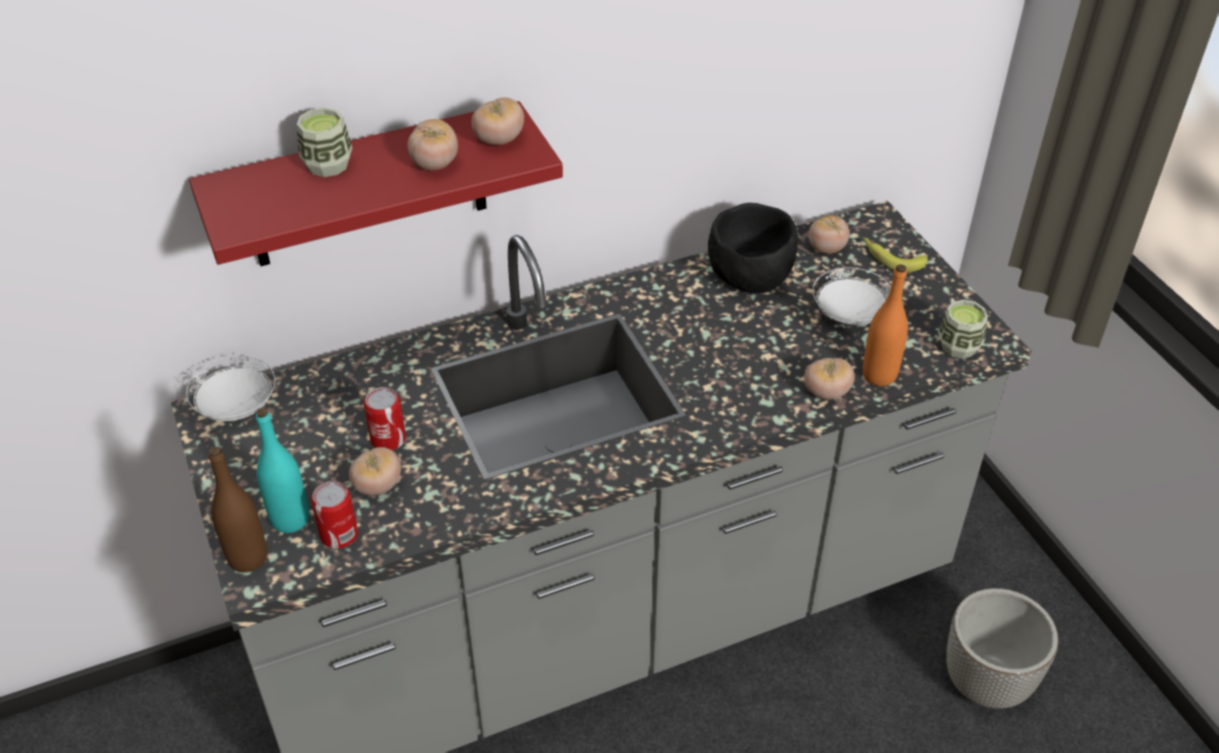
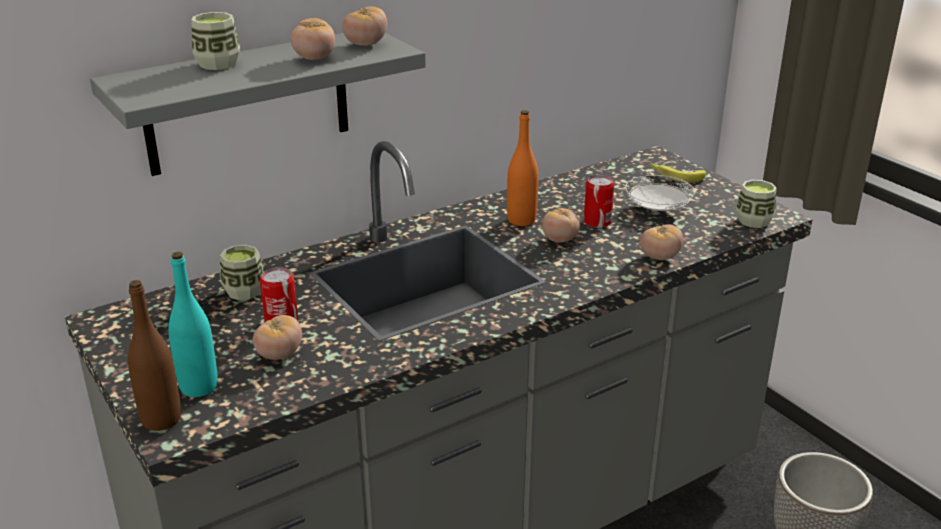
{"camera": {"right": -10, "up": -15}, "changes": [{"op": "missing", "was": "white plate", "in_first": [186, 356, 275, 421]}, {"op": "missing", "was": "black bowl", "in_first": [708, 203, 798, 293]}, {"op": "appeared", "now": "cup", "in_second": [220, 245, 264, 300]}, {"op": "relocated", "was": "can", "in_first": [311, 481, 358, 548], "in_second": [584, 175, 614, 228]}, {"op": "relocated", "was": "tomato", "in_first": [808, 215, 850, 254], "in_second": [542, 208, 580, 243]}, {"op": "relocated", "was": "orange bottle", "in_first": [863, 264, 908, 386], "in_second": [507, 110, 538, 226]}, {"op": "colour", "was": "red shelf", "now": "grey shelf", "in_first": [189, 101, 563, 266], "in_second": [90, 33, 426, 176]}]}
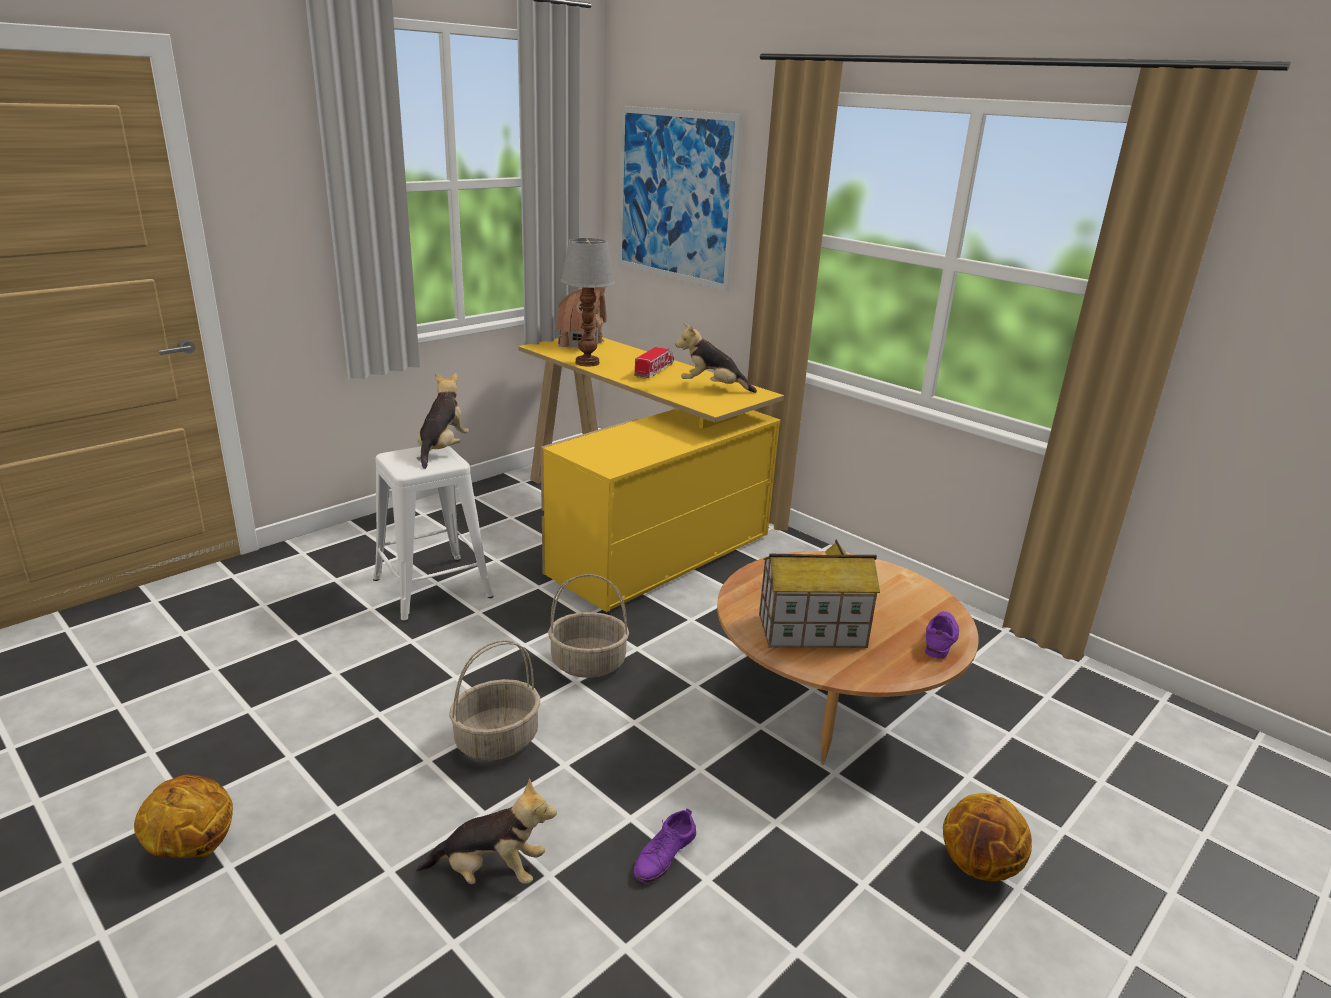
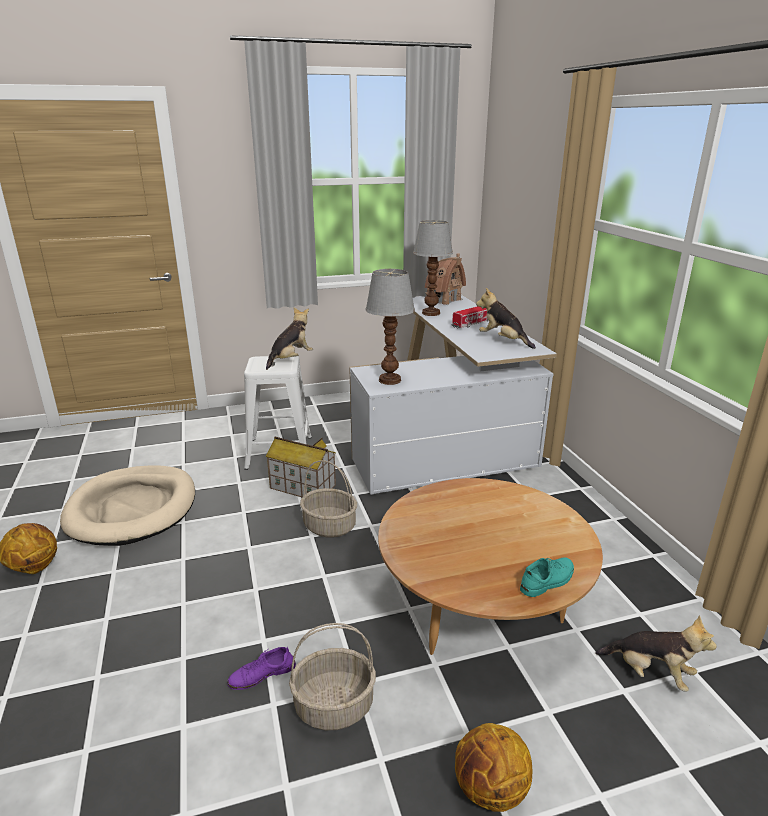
{"camera": {"right": 30, "up": 0}, "changes": [{"op": "missing", "was": "picture", "in_first": [618, 106, 743, 291]}, {"op": "appeared", "now": "beige dog bed", "in_second": [60, 465, 195, 546]}, {"op": "appeared", "now": "table lamp", "in_second": [365, 269, 415, 385]}, {"op": "relocated", "was": "plush toy", "in_first": [416, 779, 557, 884], "in_second": [595, 615, 717, 692]}, {"op": "relocated", "was": "basket", "in_first": [449, 640, 540, 761], "in_second": [289, 623, 376, 730]}, {"op": "relocated", "was": "toy house", "in_first": [759, 540, 880, 648], "in_second": [265, 437, 336, 497]}, {"op": "colour", "was": "yellow desk", "now": "white desk", "in_first": [519, 337, 784, 612], "in_second": [349, 295, 557, 495]}, {"op": "colour", "was": "purple shoe", "now": "turquoise shoe", "in_first": [925, 611, 959, 659], "in_second": [520, 557, 574, 597]}]}
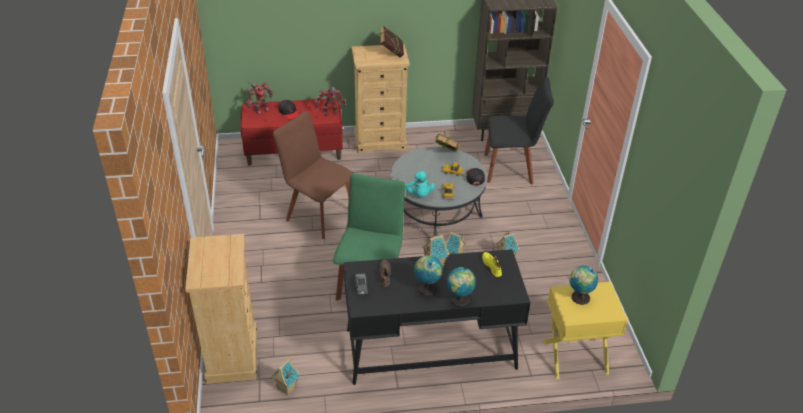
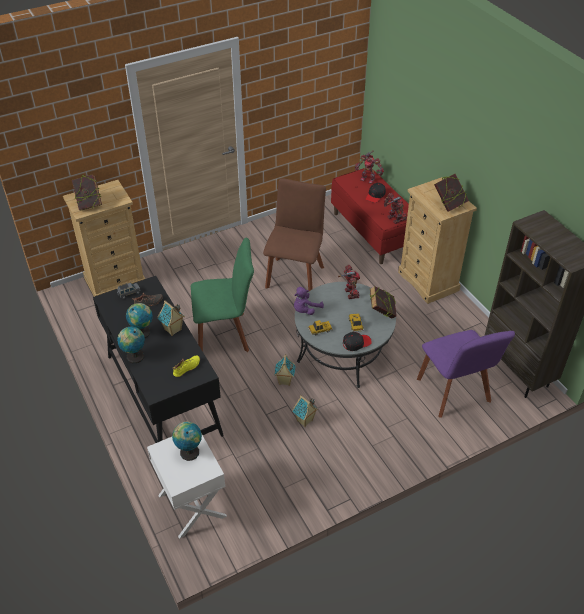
{"camera": {"right": 70, "up": 5}, "changes": [{"op": "missing", "was": "toy house", "in_first": [271, 359, 300, 396]}, {"op": "appeared", "now": "book", "in_second": [72, 174, 102, 210]}, {"op": "appeared", "now": "toy robot", "in_second": [338, 265, 360, 299]}, {"op": "colour", "was": "turquoise plush toy", "now": "purple plush toy", "in_first": [405, 171, 435, 197], "in_second": [294, 287, 324, 315]}, {"op": "colour", "was": "black chair", "now": "purple chair", "in_first": [484, 77, 554, 185], "in_second": [417, 330, 515, 418]}, {"op": "colour", "was": "yellow nightstand", "now": "white nightstand", "in_first": [543, 282, 628, 379], "in_second": [147, 435, 227, 539]}]}
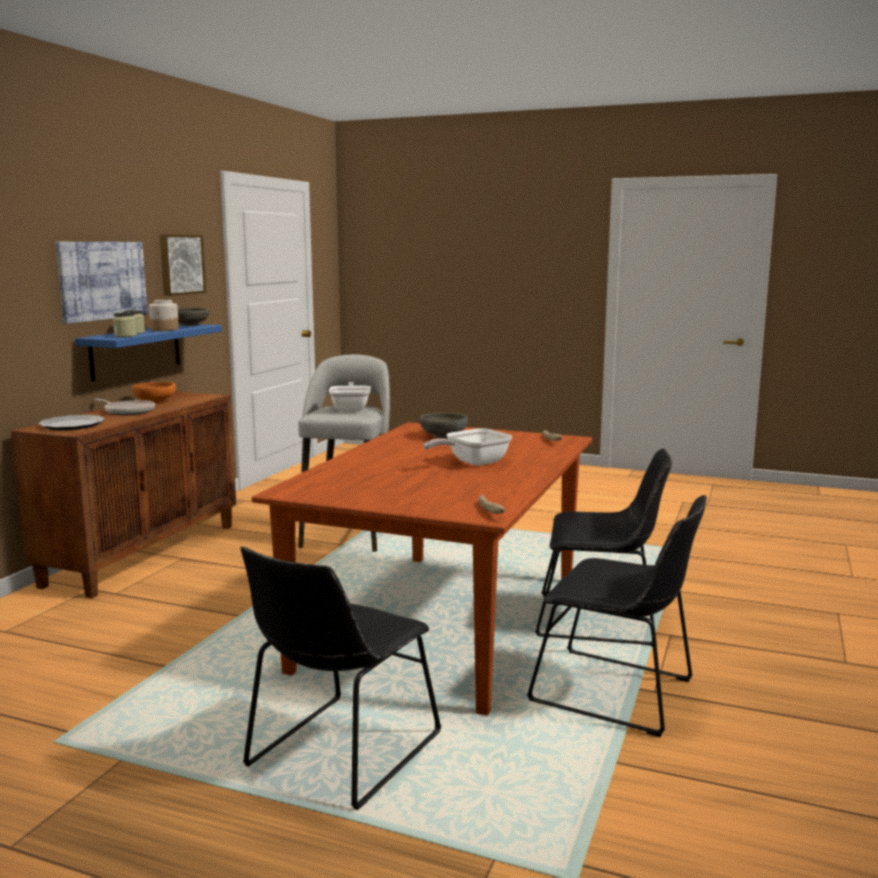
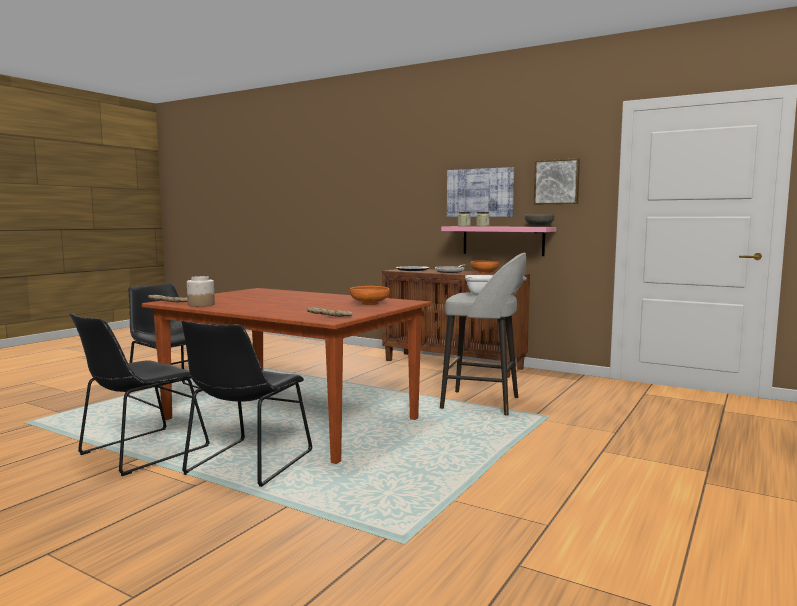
{"camera": {"right": 100, "up": -5}, "changes": [{"op": "missing", "was": "frying pan", "in_first": [423, 428, 512, 466]}, {"op": "relocated", "was": "jar", "in_first": [149, 300, 179, 331], "in_second": [187, 276, 215, 307]}, {"op": "colour", "was": "blue shelf", "now": "pink shelf", "in_first": [75, 324, 222, 382], "in_second": [441, 226, 556, 256]}, {"op": "colour", "was": "grey bowl", "now": "orange bowl", "in_first": [420, 413, 468, 438], "in_second": [350, 286, 390, 305]}]}
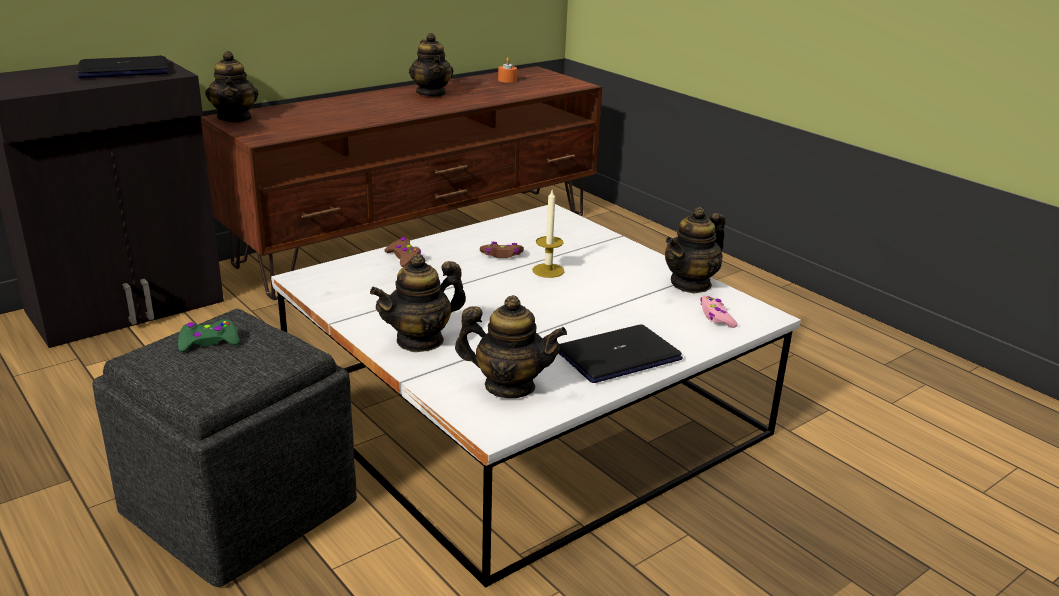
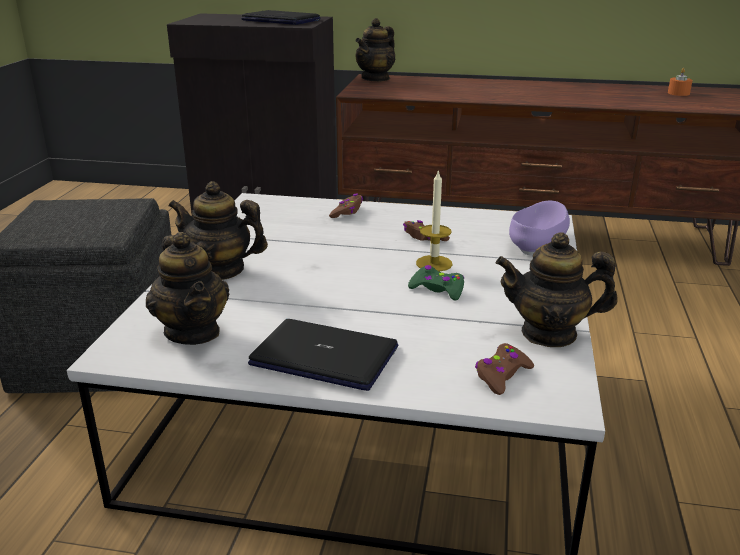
{"camera": {"right": 50, "up": 0}, "changes": [{"op": "missing", "was": "teapot", "in_first": [409, 33, 453, 97]}, {"op": "appeared", "now": "purple bowl", "in_second": [509, 201, 570, 255]}, {"op": "relocated", "was": "green game controller", "in_first": [178, 319, 239, 352], "in_second": [408, 265, 464, 301]}, {"op": "colour", "was": "pink game controller", "now": "brown game controller", "in_first": [700, 296, 738, 328], "in_second": [475, 343, 534, 395]}]}
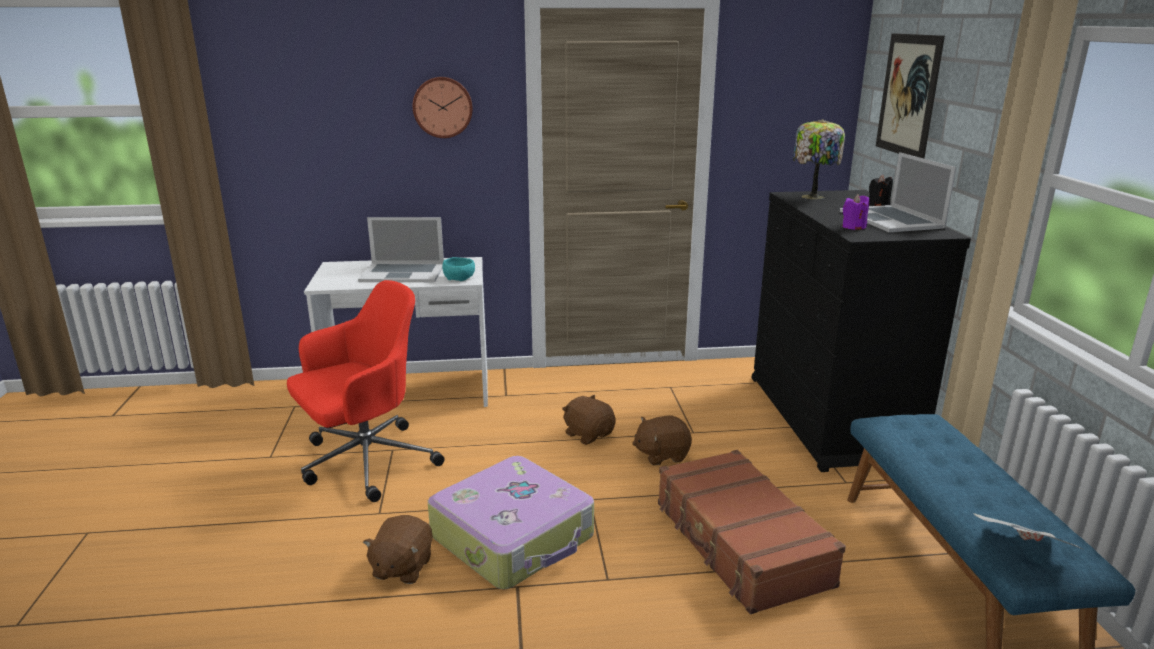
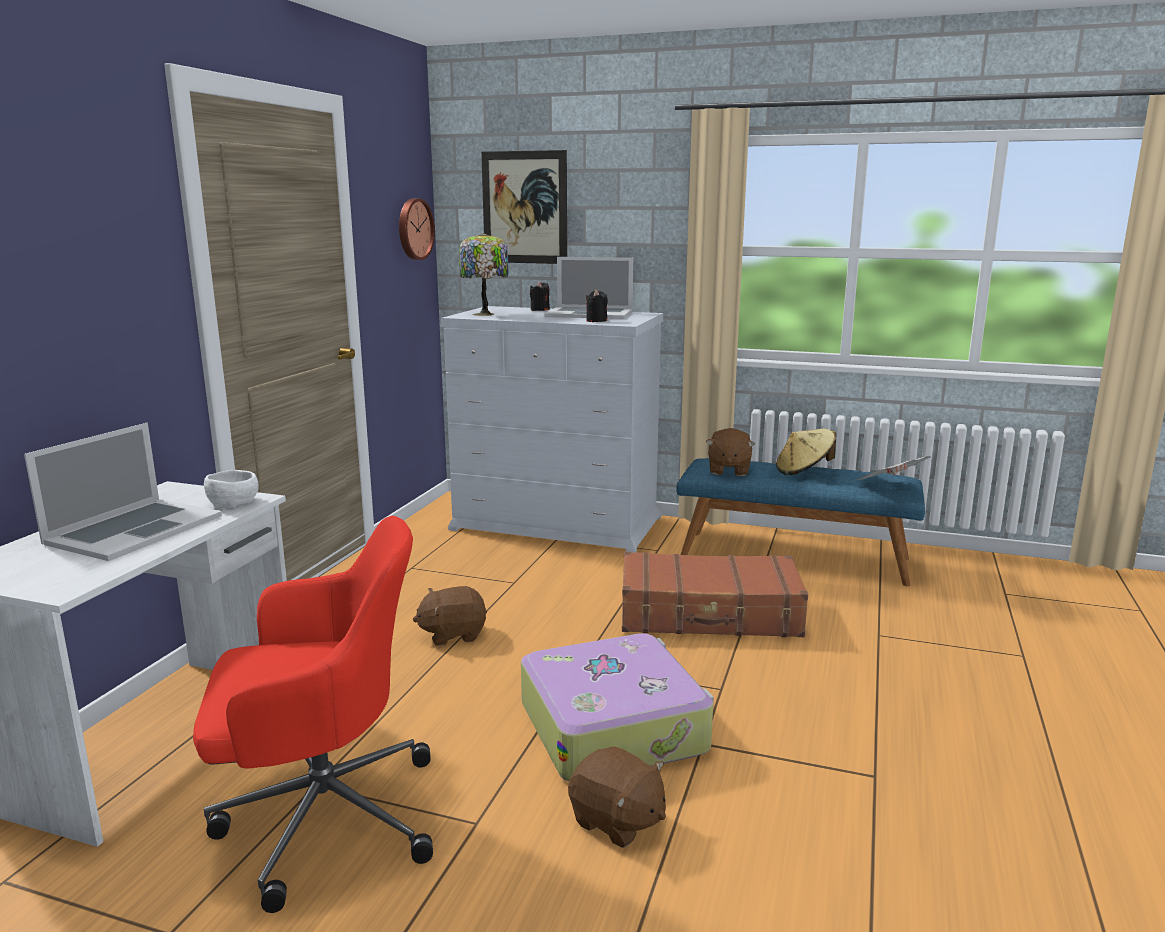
{"camera": {"right": -65, "up": -5}, "changes": [{"op": "appeared", "now": "beige hat", "in_second": [776, 429, 836, 475]}, {"op": "relocated", "was": "wall clock", "in_first": [413, 77, 473, 138], "in_second": [399, 198, 435, 260]}, {"op": "relocated", "was": "brown plush toy", "in_first": [632, 415, 692, 465], "in_second": [706, 428, 755, 476]}, {"op": "colour", "was": "turquoise bowl", "now": "white bowl", "in_first": [442, 257, 475, 281], "in_second": [204, 470, 258, 508]}, {"op": "colour", "was": "black dresser", "now": "white dresser", "in_first": [751, 190, 971, 472], "in_second": [441, 306, 663, 552]}, {"op": "colour", "was": "purple candle", "now": "black candle", "in_first": [842, 194, 869, 230], "in_second": [586, 289, 608, 322]}, {"op": "spun", "was": "red office chair", "in_first": [287, 280, 445, 502], "in_second": [193, 516, 433, 913], "clockwise": 90}]}
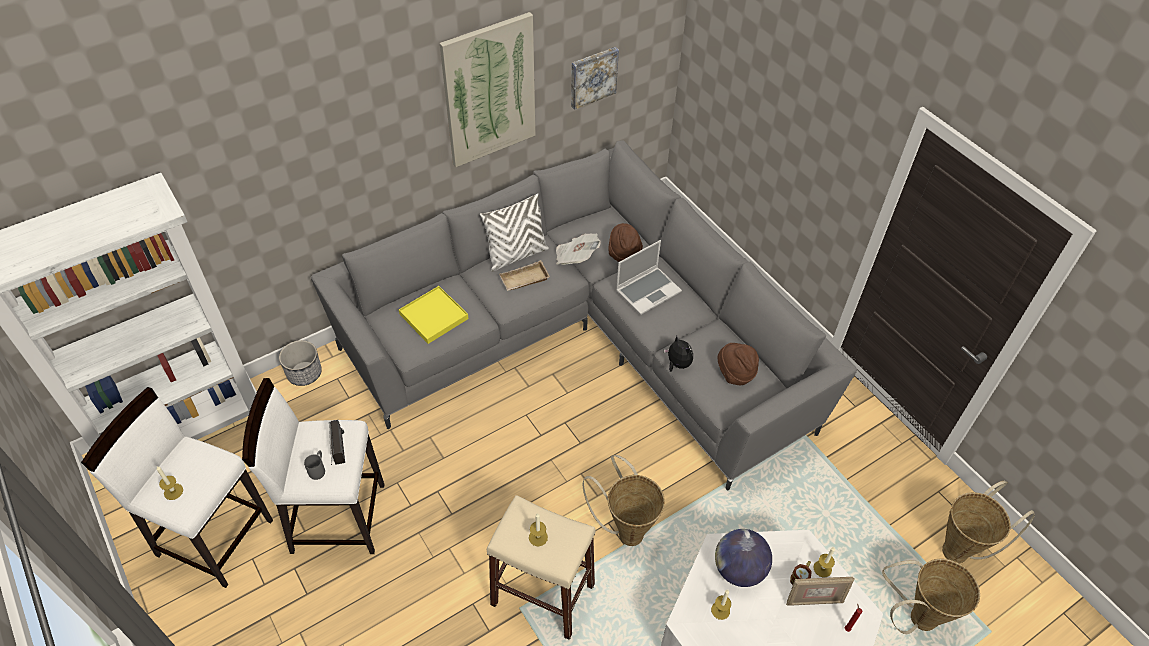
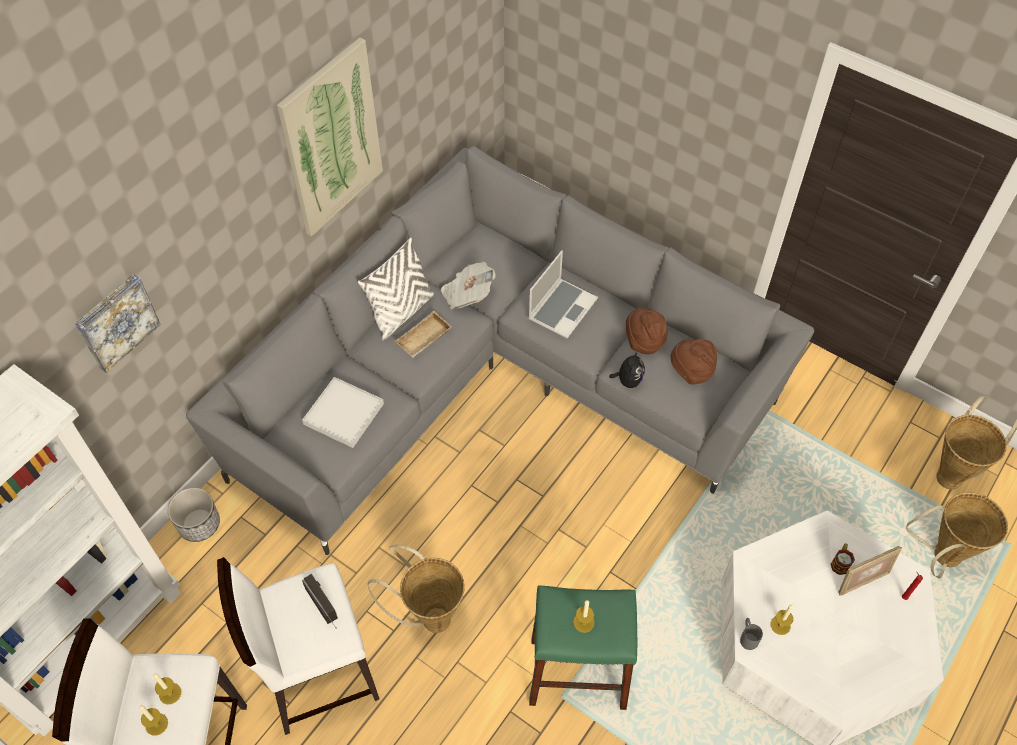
{"camera": {"right": -20, "up": 5}, "changes": [{"op": "missing", "was": "globe", "in_first": [715, 529, 772, 587]}, {"op": "relocated", "was": "grey mug", "in_first": [304, 451, 325, 480], "in_second": [740, 618, 763, 650]}, {"op": "relocated", "was": "picture", "in_first": [571, 47, 619, 110], "in_second": [75, 274, 161, 373]}, {"op": "relocated", "was": "basket", "in_first": [582, 455, 665, 546], "in_second": [368, 545, 465, 633]}, {"op": "relocated", "was": "brown hat", "in_first": [608, 223, 643, 262], "in_second": [626, 307, 668, 354]}, {"op": "relocated", "was": "candle", "in_first": [814, 547, 835, 578], "in_second": [153, 673, 181, 705]}, {"op": "colour", "was": "yellow tray", "now": "white tray", "in_first": [399, 286, 469, 344], "in_second": [302, 377, 384, 448]}, {"op": "colour", "was": "beige stool", "now": "green stool", "in_first": [487, 495, 596, 640], "in_second": [529, 585, 637, 710]}, {"op": "spun", "was": "plush toy", "in_first": [664, 336, 693, 372], "in_second": [609, 351, 645, 388], "clockwise": 75}]}
